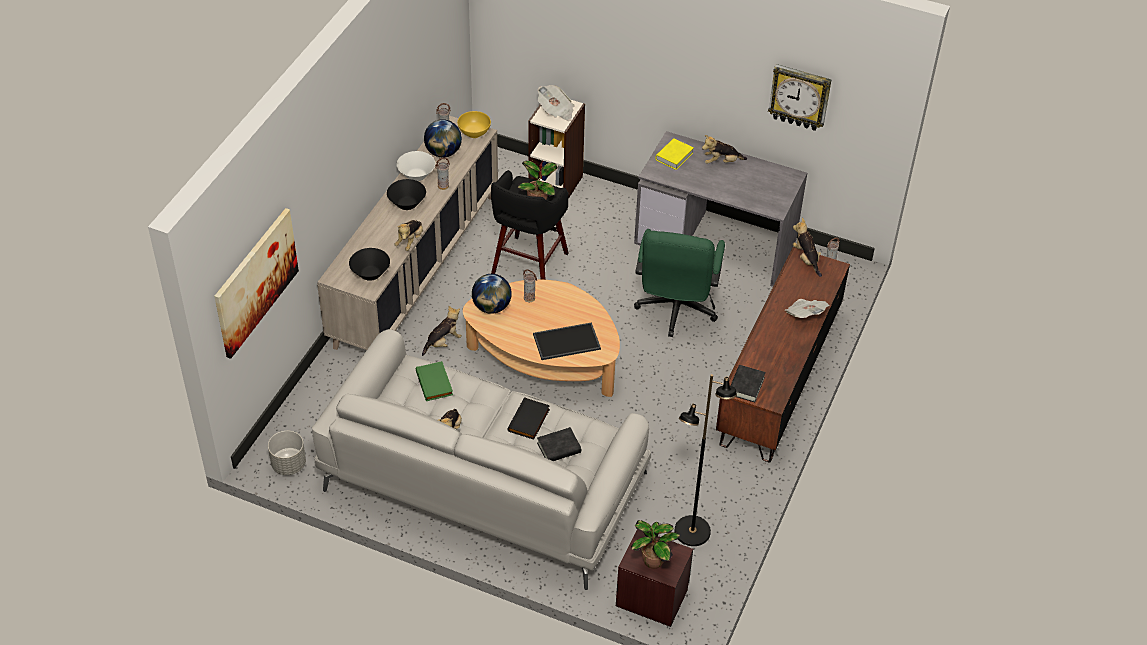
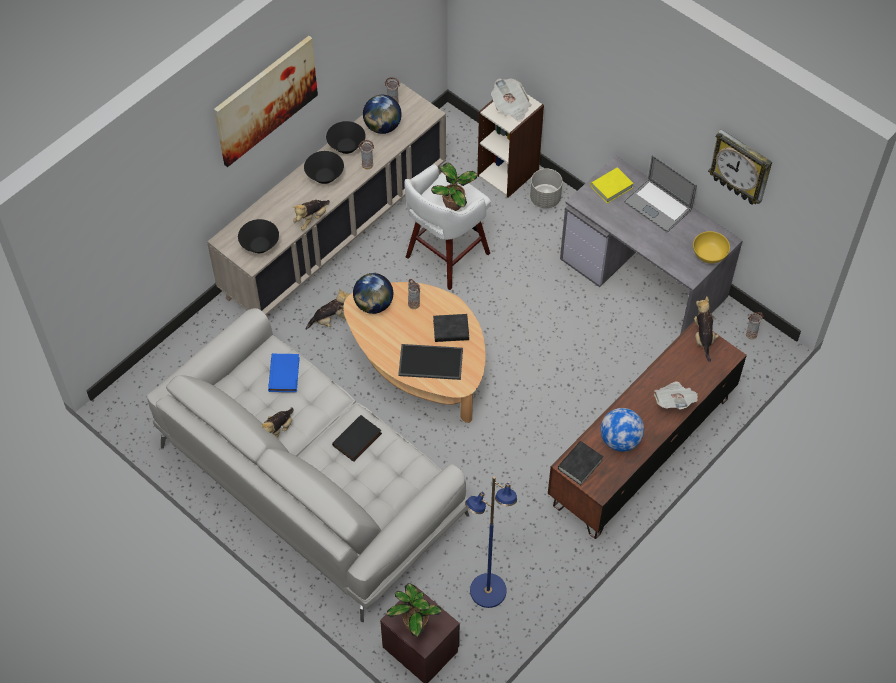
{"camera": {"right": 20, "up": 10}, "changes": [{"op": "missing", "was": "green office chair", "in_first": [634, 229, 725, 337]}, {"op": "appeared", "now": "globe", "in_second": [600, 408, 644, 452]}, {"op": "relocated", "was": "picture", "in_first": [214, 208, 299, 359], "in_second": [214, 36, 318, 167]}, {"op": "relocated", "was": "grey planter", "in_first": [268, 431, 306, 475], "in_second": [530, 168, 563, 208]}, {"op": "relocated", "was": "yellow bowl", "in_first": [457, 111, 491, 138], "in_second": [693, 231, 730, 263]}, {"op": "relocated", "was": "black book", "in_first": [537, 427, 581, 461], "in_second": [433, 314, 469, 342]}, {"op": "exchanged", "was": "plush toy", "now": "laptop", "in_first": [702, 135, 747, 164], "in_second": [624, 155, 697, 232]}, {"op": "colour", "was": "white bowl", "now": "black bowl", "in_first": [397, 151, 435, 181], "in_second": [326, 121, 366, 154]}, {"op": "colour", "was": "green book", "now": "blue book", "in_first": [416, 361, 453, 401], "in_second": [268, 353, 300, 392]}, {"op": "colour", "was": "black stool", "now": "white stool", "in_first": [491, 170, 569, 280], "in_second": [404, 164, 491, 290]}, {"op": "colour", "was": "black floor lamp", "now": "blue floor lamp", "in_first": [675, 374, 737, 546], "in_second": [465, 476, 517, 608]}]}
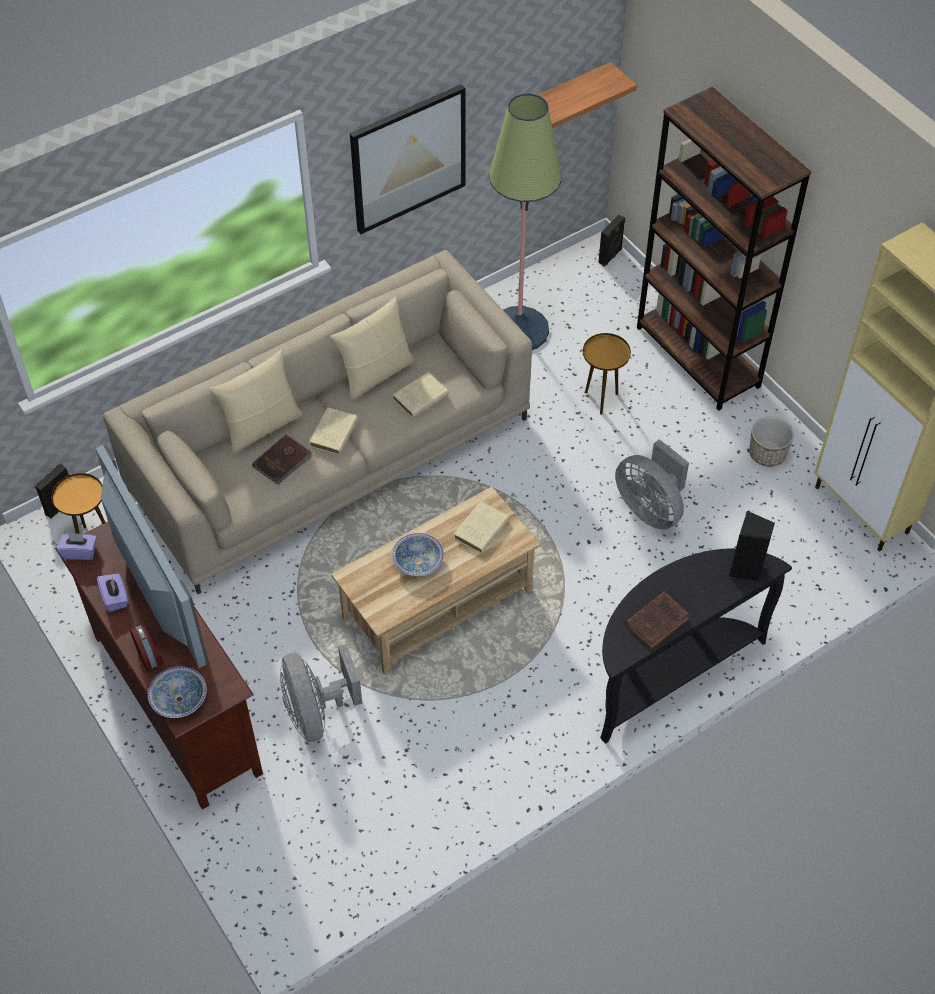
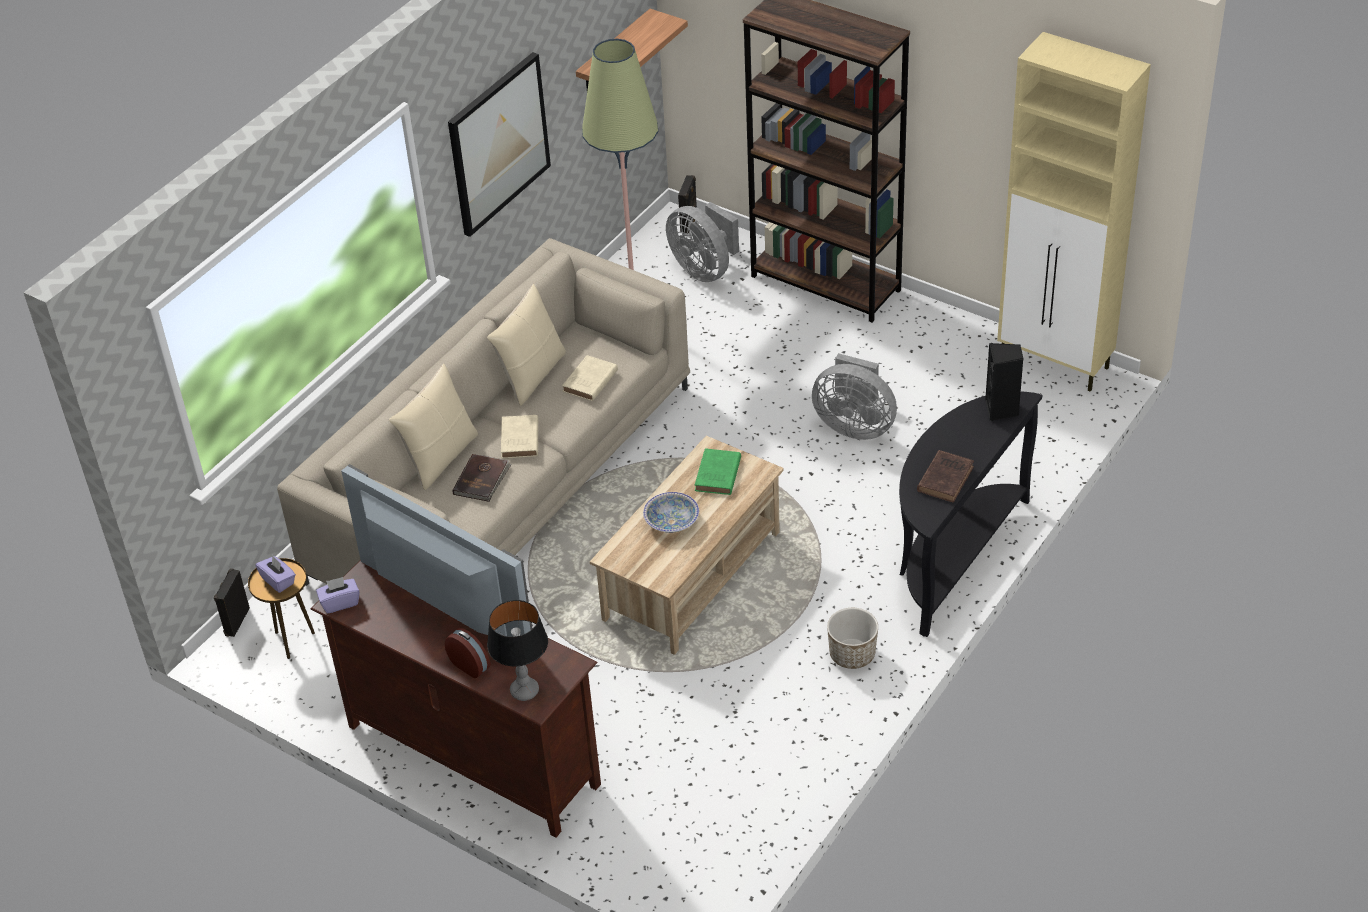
{"camera": {"right": -20, "up": -10}, "changes": [{"op": "missing", "was": "brown side table", "in_first": [583, 333, 631, 415]}, {"op": "relocated", "was": "purple tissue box", "in_first": [97, 573, 128, 612], "in_second": [255, 556, 296, 593]}, {"op": "relocated", "was": "grey fan", "in_first": [280, 644, 362, 742], "in_second": [666, 202, 739, 282]}, {"op": "relocated", "was": "planter", "in_first": [749, 417, 794, 467], "in_second": [827, 608, 878, 669]}, {"op": "exchanged", "was": "bowl", "now": "table lamp", "in_first": [148, 666, 207, 718], "in_second": [487, 600, 548, 701]}, {"op": "colour", "was": "beige book", "now": "green book", "in_first": [453, 501, 509, 554], "in_second": [695, 449, 741, 495]}]}
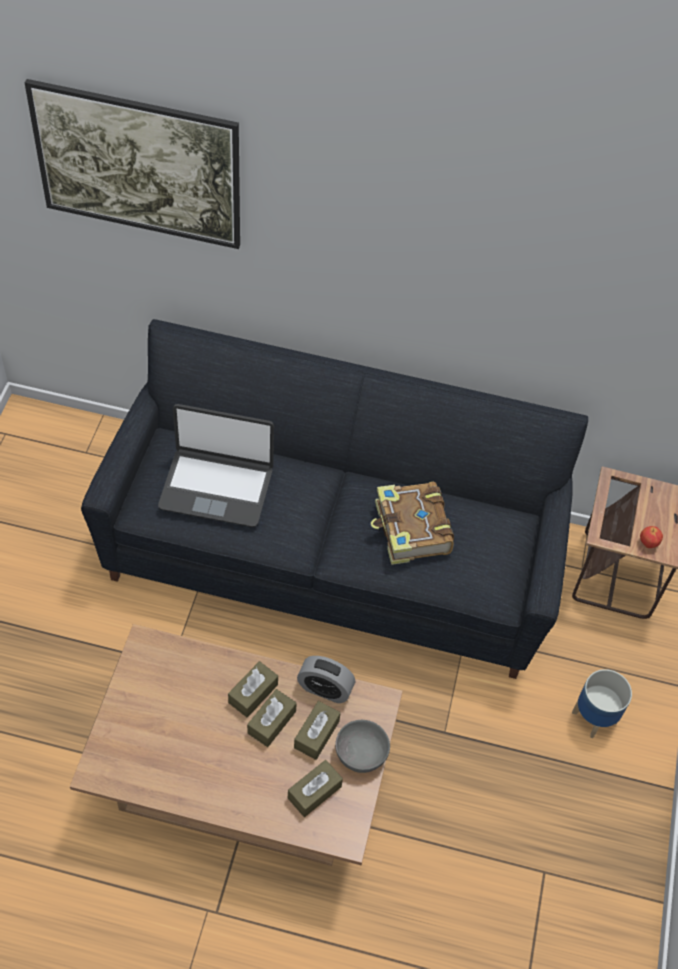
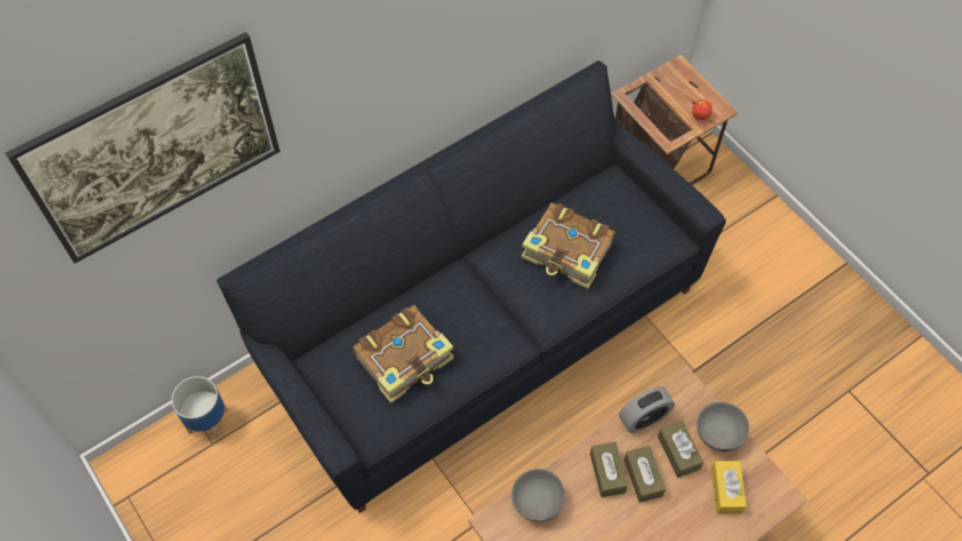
{"camera": {"right": -45, "up": 5}, "changes": [{"op": "appeared", "now": "grey bowl", "in_second": [511, 469, 565, 522]}, {"op": "relocated", "was": "planter", "in_first": [572, 669, 632, 738], "in_second": [171, 376, 228, 438]}, {"op": "exchanged", "was": "laptop", "now": "book", "in_first": [158, 404, 274, 527], "in_second": [353, 305, 454, 403]}, {"op": "colour", "was": "brown tissue box", "now": "yellow tissue box", "in_first": [288, 760, 343, 817], "in_second": [711, 461, 747, 514]}]}
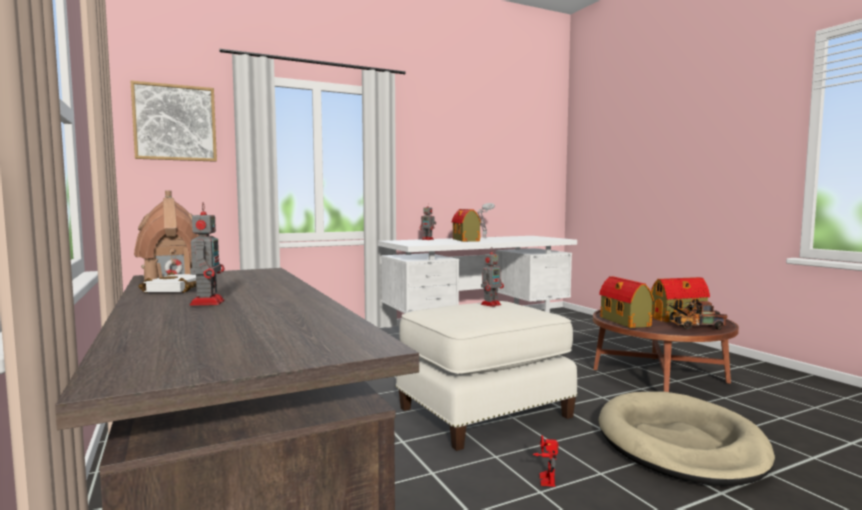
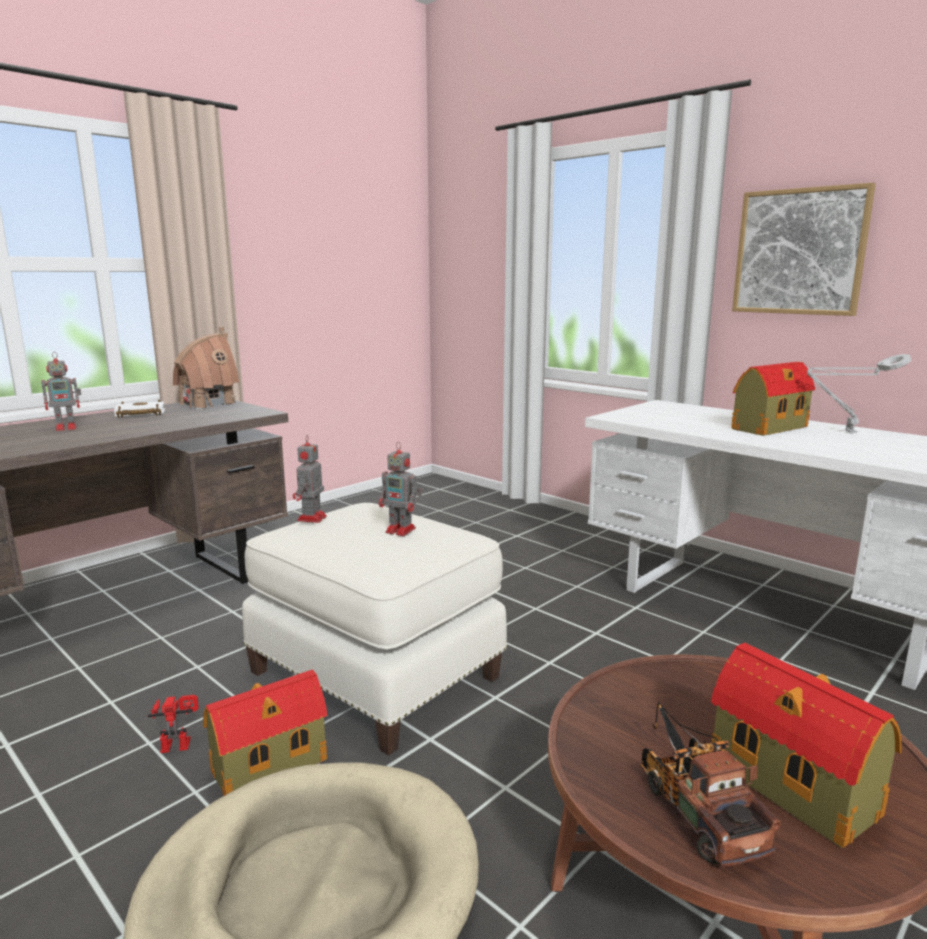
{"camera": {"right": 70, "up": 10}, "changes": [{"op": "relocated", "was": "picture", "in_first": [130, 81, 217, 162], "in_second": [732, 183, 876, 316]}, {"op": "relocated", "was": "toy robot", "in_first": [420, 203, 436, 240], "in_second": [293, 435, 327, 523]}, {"op": "relocated", "was": "toy house", "in_first": [599, 276, 654, 328], "in_second": [203, 670, 328, 796]}]}
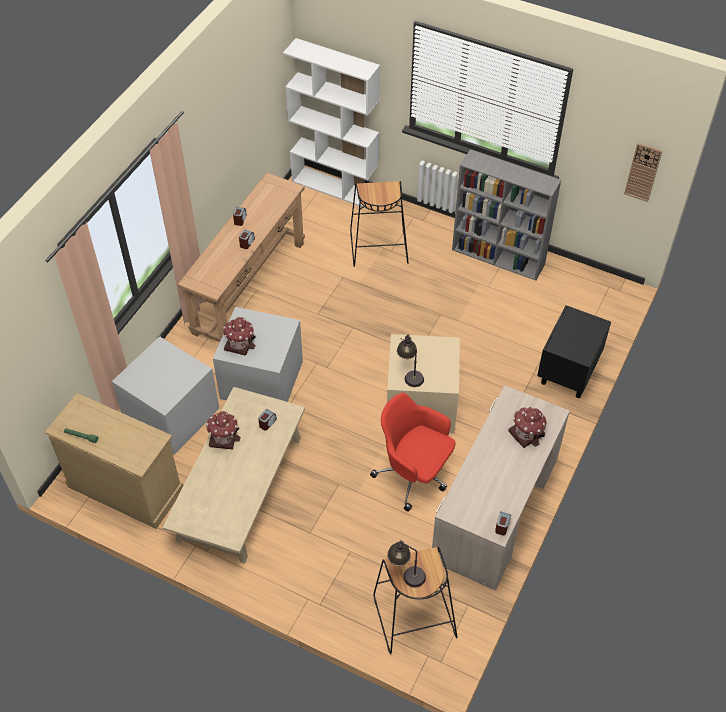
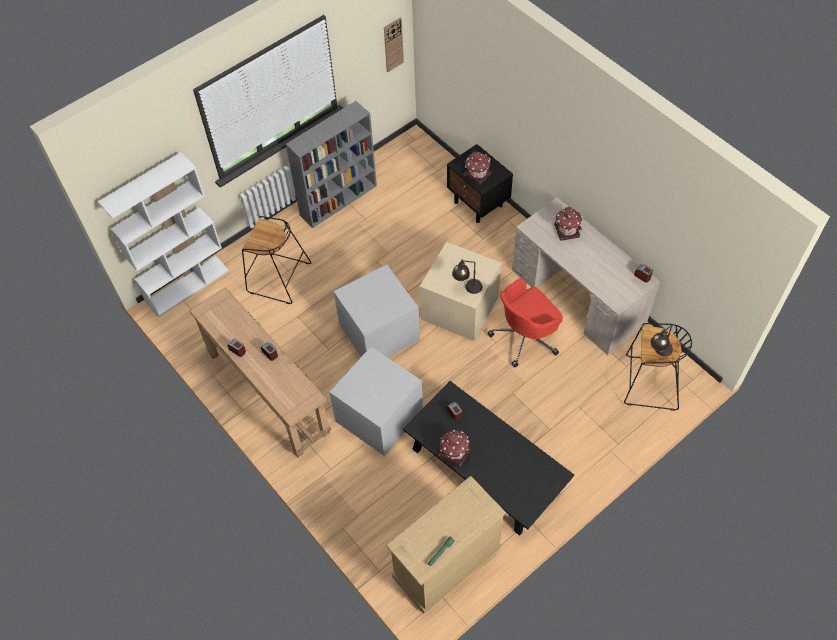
{"camera": {"right": -65, "up": 5}, "changes": [{"op": "relocated", "was": "grey storage box", "in_first": [112, 336, 219, 455], "in_second": [334, 264, 420, 357]}, {"op": "relocated", "was": "toy house", "in_first": [223, 317, 256, 356], "in_second": [464, 152, 492, 185]}, {"op": "colour", "was": "beige coffee table", "now": "black coffee table", "in_first": [163, 387, 305, 564], "in_second": [403, 381, 574, 536]}]}
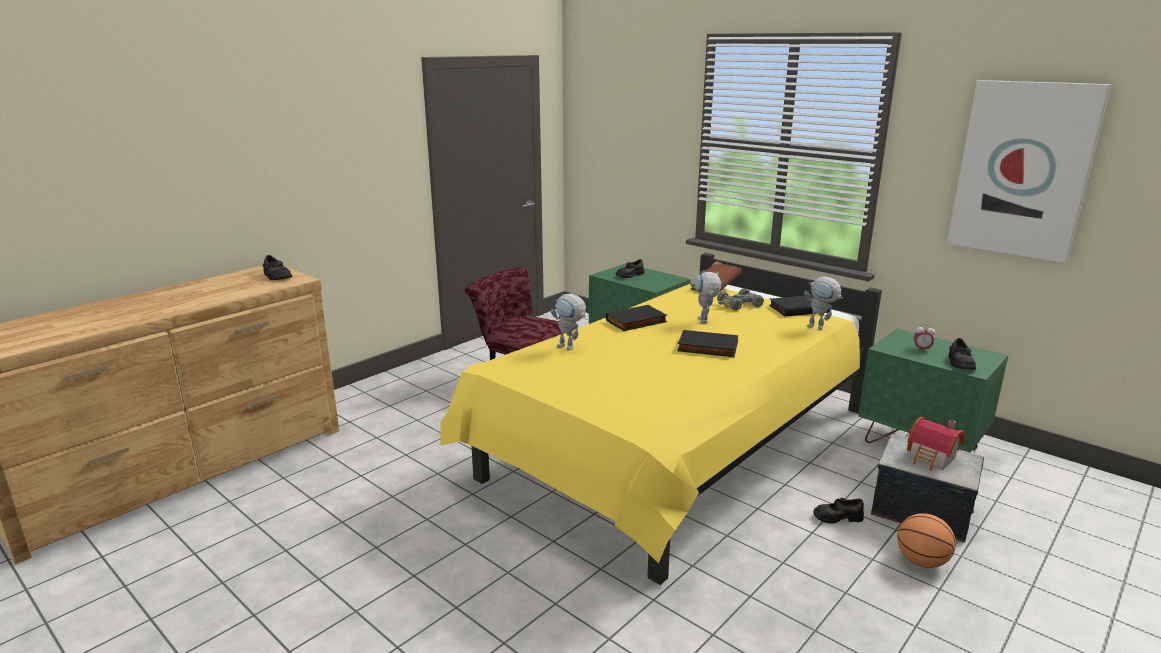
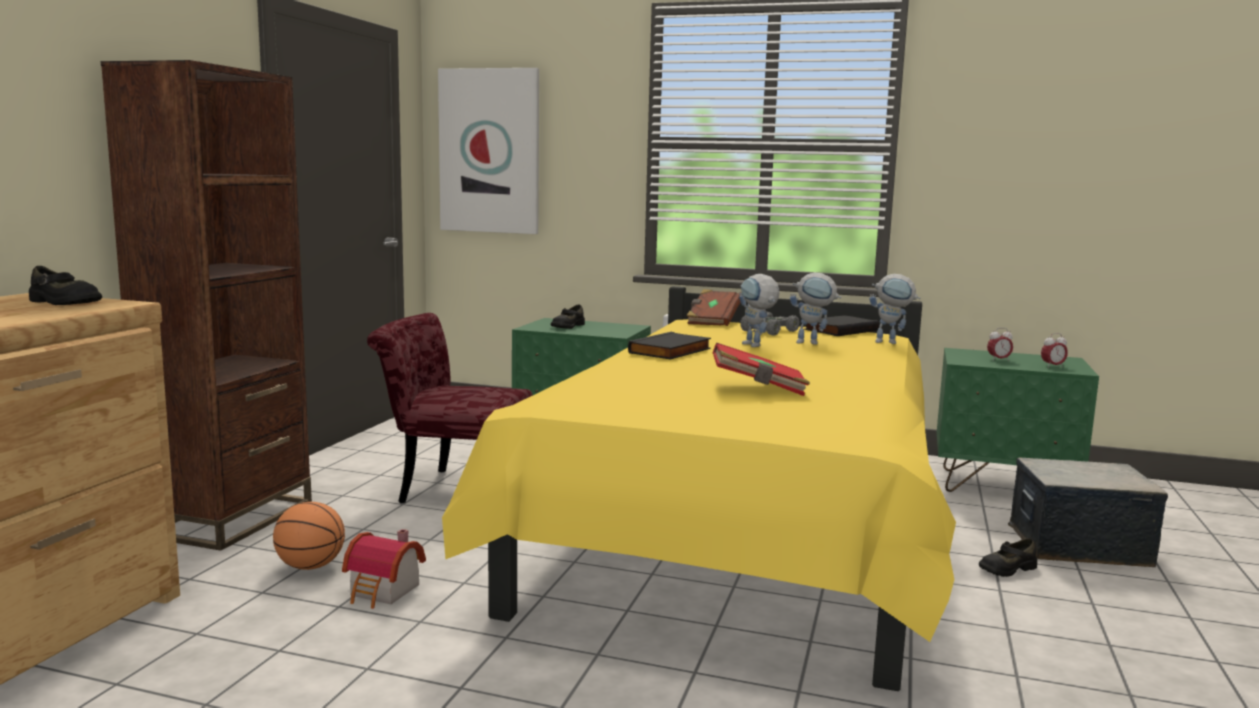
{"camera": {"right": -25, "up": -10}, "changes": [{"op": "missing", "was": "black book", "in_first": [677, 330, 738, 357]}, {"op": "appeared", "now": "brown bookcase", "in_second": [101, 60, 312, 551]}, {"op": "appeared", "now": "red book", "in_second": [713, 342, 810, 396]}, {"op": "relocated", "was": "toy robot", "in_first": [551, 294, 586, 351], "in_second": [790, 272, 842, 345]}, {"op": "relocated", "was": "basketball", "in_first": [897, 513, 956, 568], "in_second": [273, 502, 345, 570]}, {"op": "relocated", "was": "toy house", "in_first": [907, 417, 965, 471], "in_second": [342, 529, 426, 609]}, {"op": "relocated", "was": "picture", "in_first": [947, 80, 1111, 263], "in_second": [438, 68, 539, 234]}, {"op": "exchanged", "was": "black shoe", "now": "alarm clock", "in_first": [948, 338, 976, 370], "in_second": [1041, 333, 1068, 368]}]}
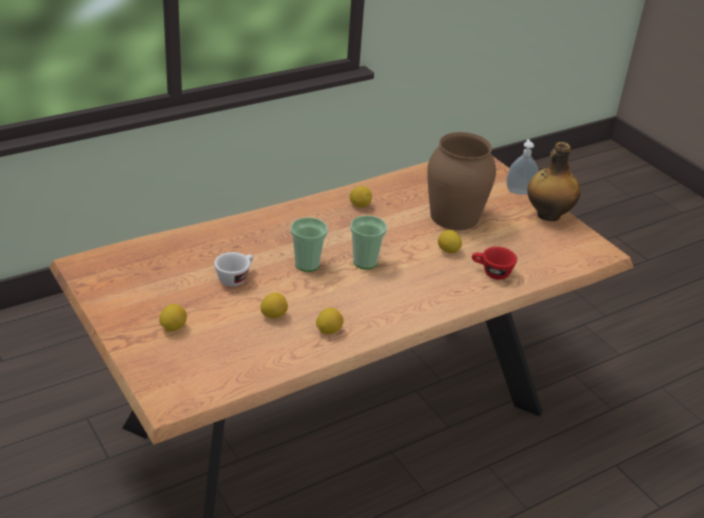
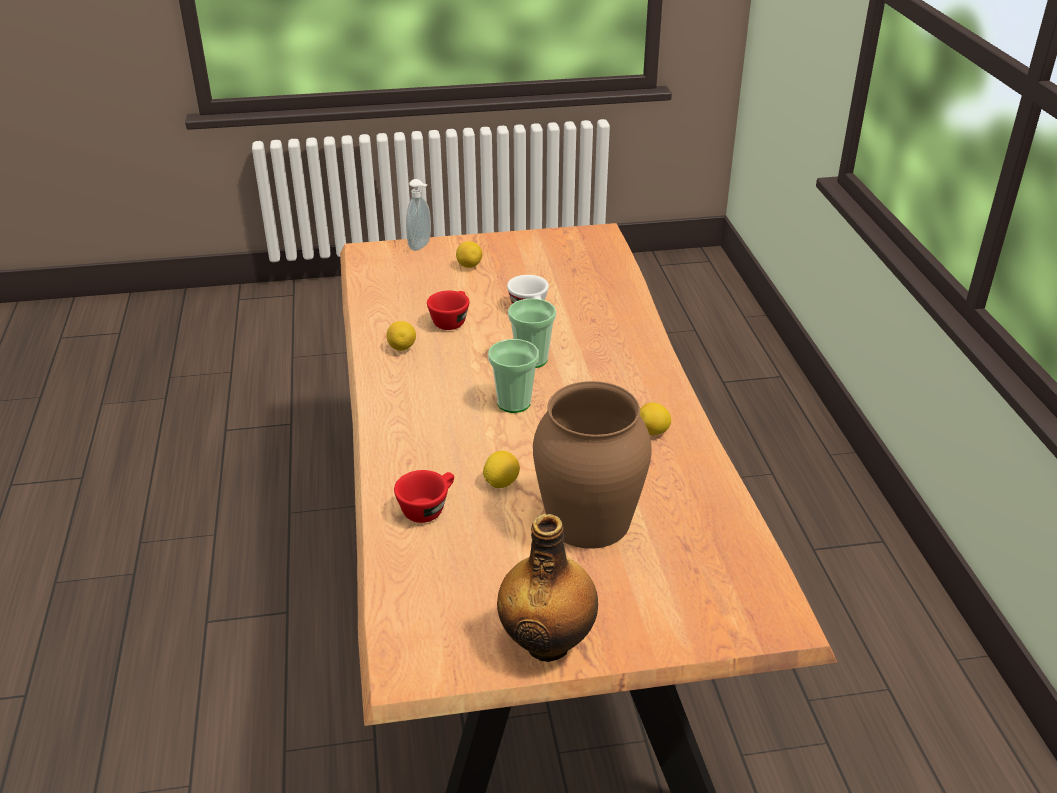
{"camera": {"right": 115, "up": 0}, "changes": [{"op": "relocated", "was": "soap dispenser", "in_first": [506, 139, 538, 195], "in_second": [406, 179, 431, 251]}, {"op": "exchanged", "was": "lemon", "now": "red cup", "in_first": [260, 293, 288, 318], "in_second": [427, 291, 469, 330]}]}
